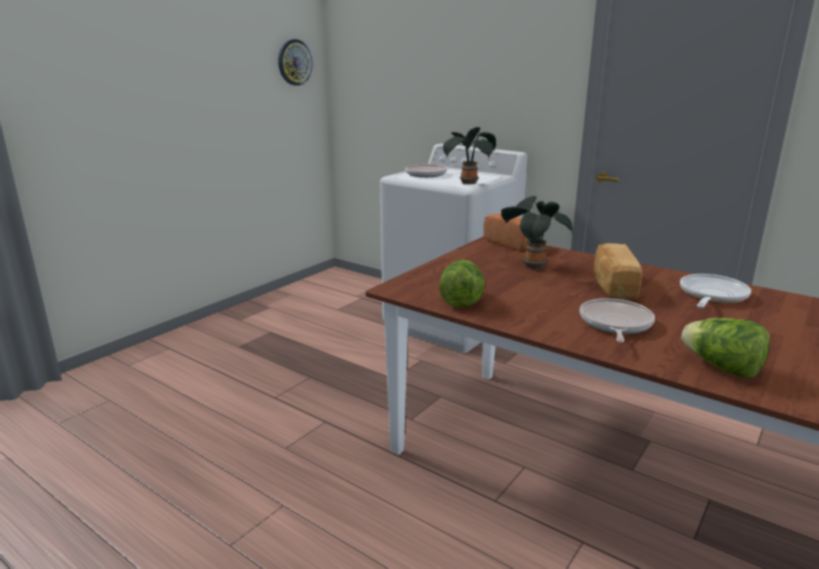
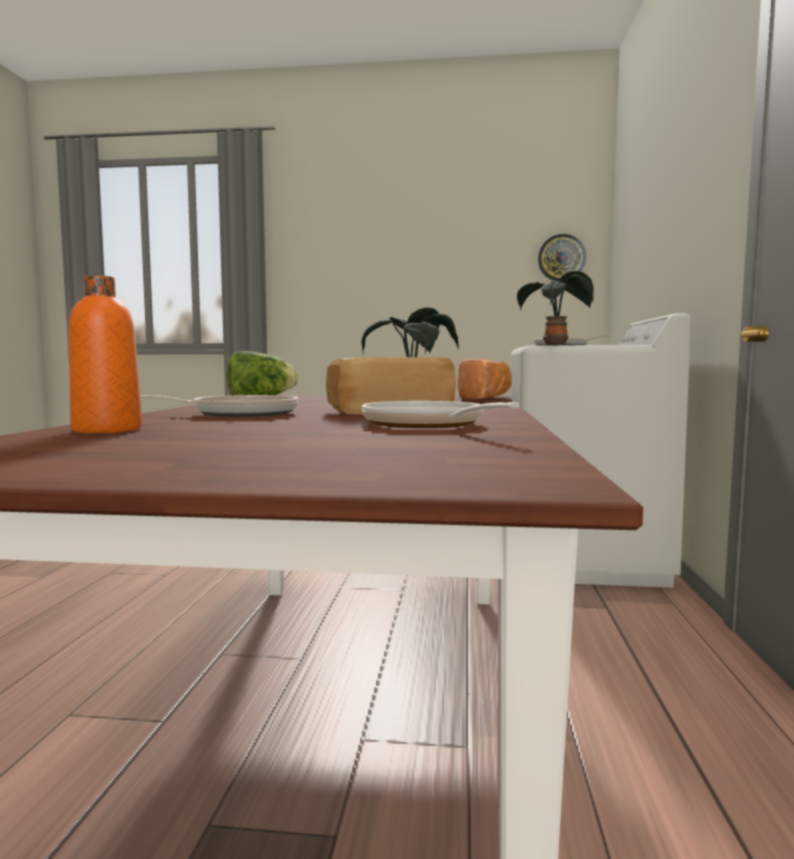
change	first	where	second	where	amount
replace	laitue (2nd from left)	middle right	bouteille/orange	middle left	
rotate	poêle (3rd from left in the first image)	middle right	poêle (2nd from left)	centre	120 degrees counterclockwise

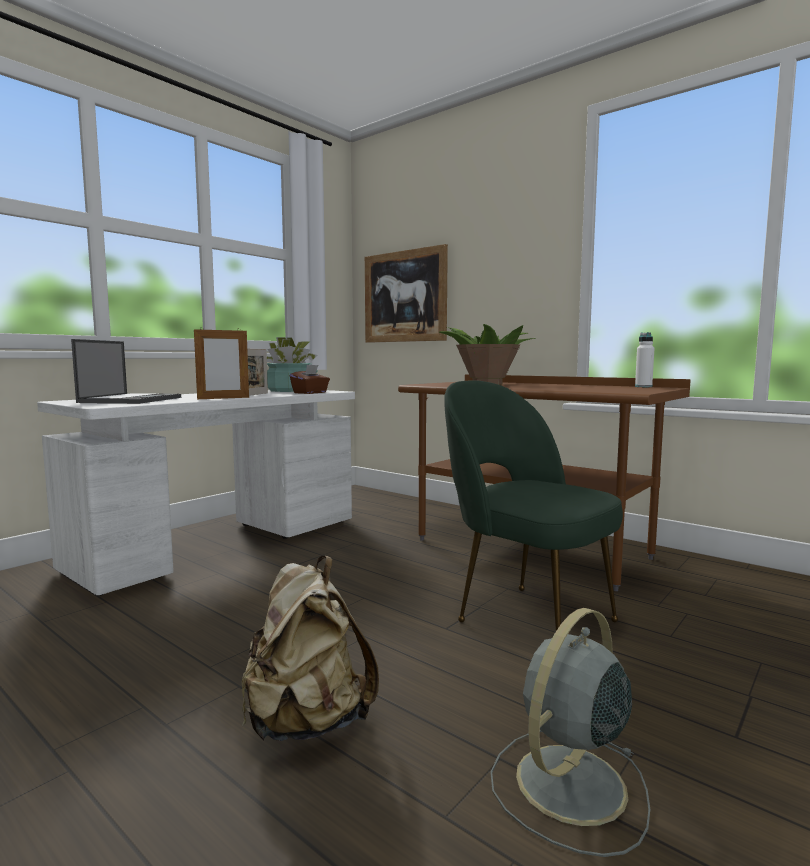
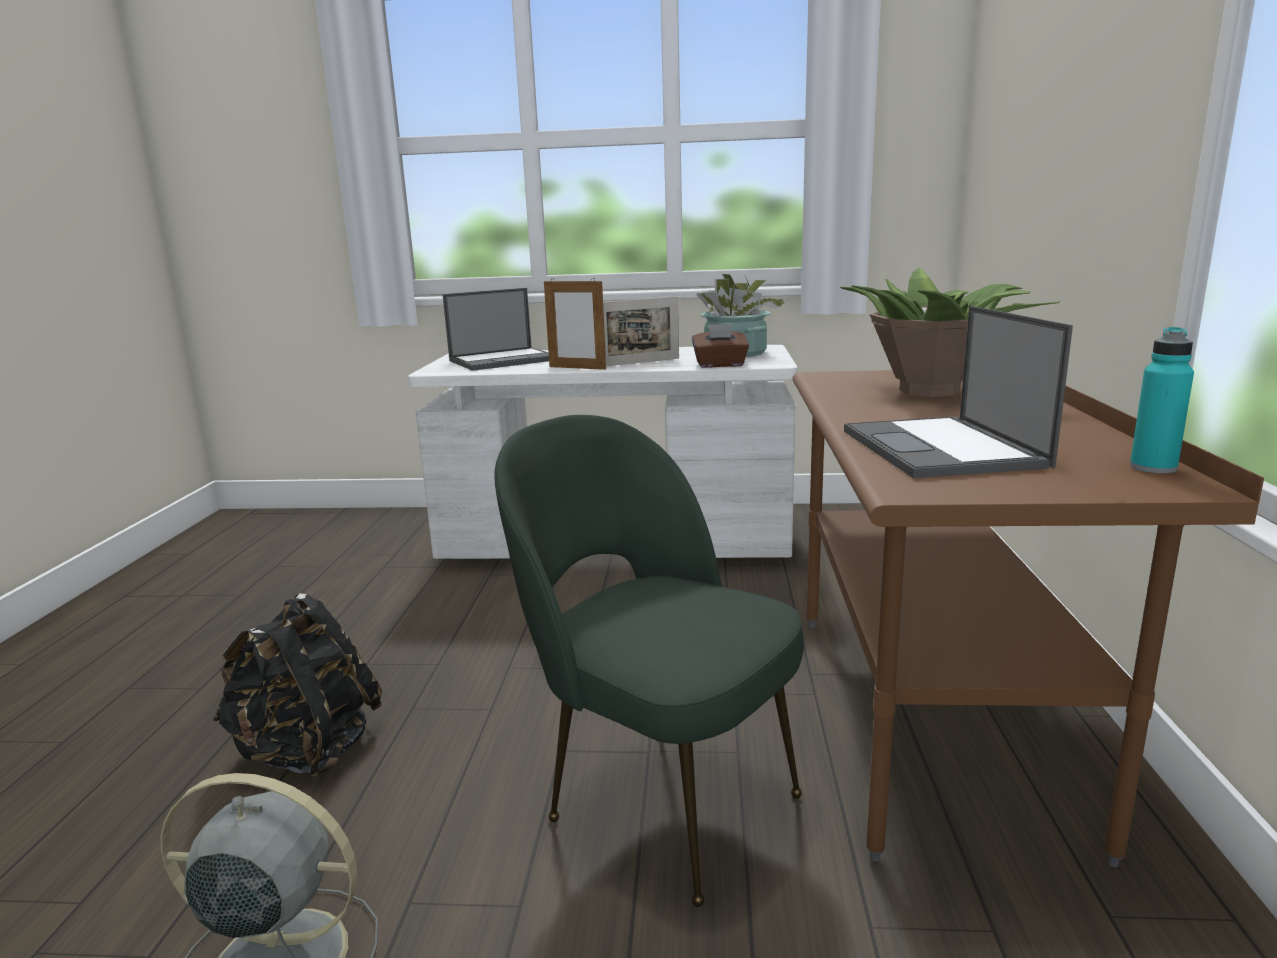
change	first	where	second	where	amount
delete	tableau	centre			
insert			ordinateur portable (2nd from left)	middle right	
recolor	sac à dos/beige	bottom centre	sac à dos/noir	bottom left	
recolor	bouteille/blanc	middle right	bouteille/turquoise	middle right	
rotate	chaise/vert	centre		bottom centre	60 degrees counterclockwise

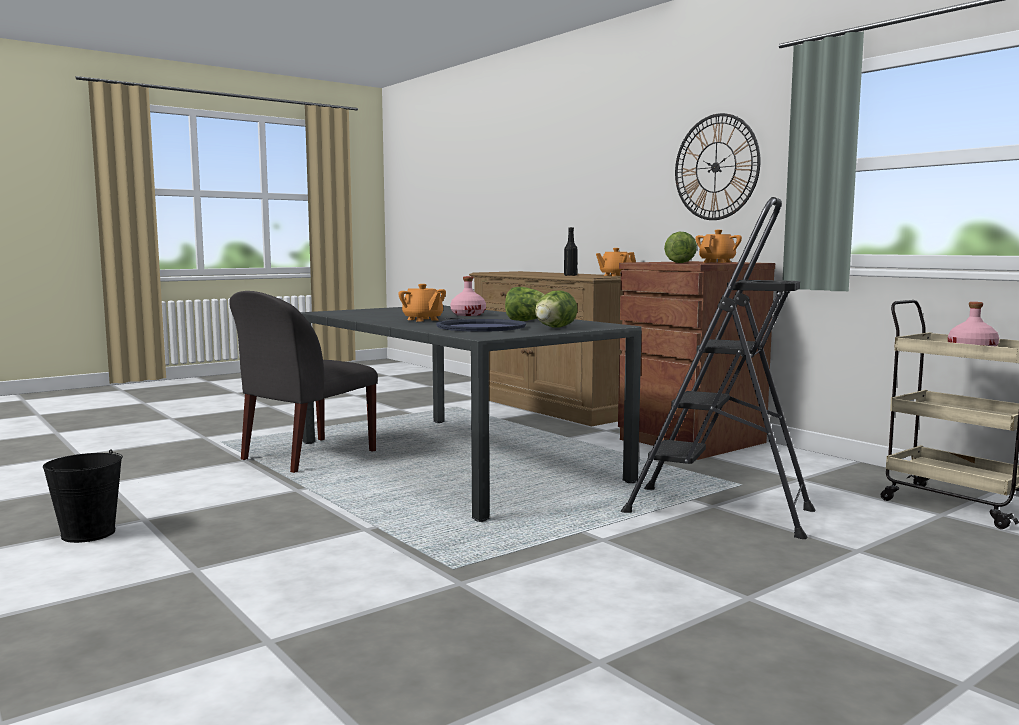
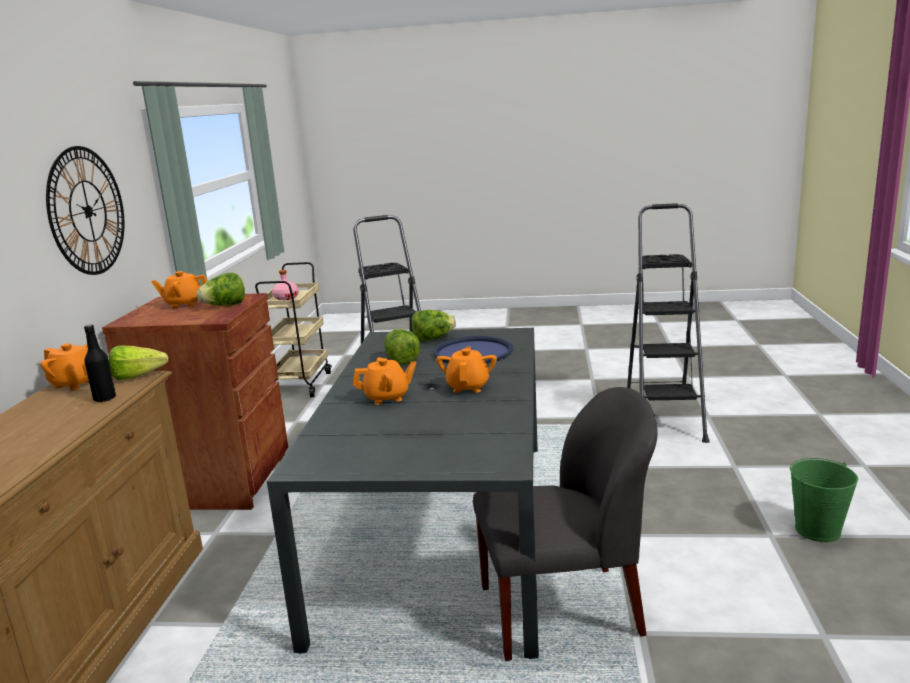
change	first	where	second	where	amount
insert			laitue (1st from left)	middle left	
insert			escabeau (2nd from left)	middle right	
replace	bouteille/rose (1st from left)	centre	théière/orange (3rd from left)	centre	
recolor	seau/noir	bottom left	seau/vert	bottom right	

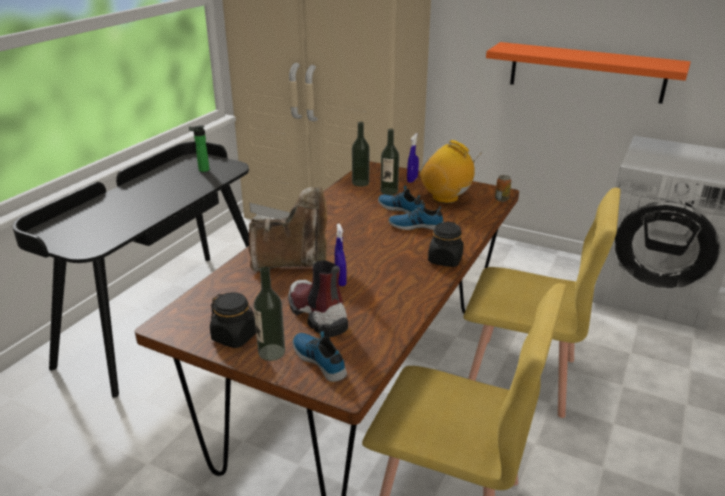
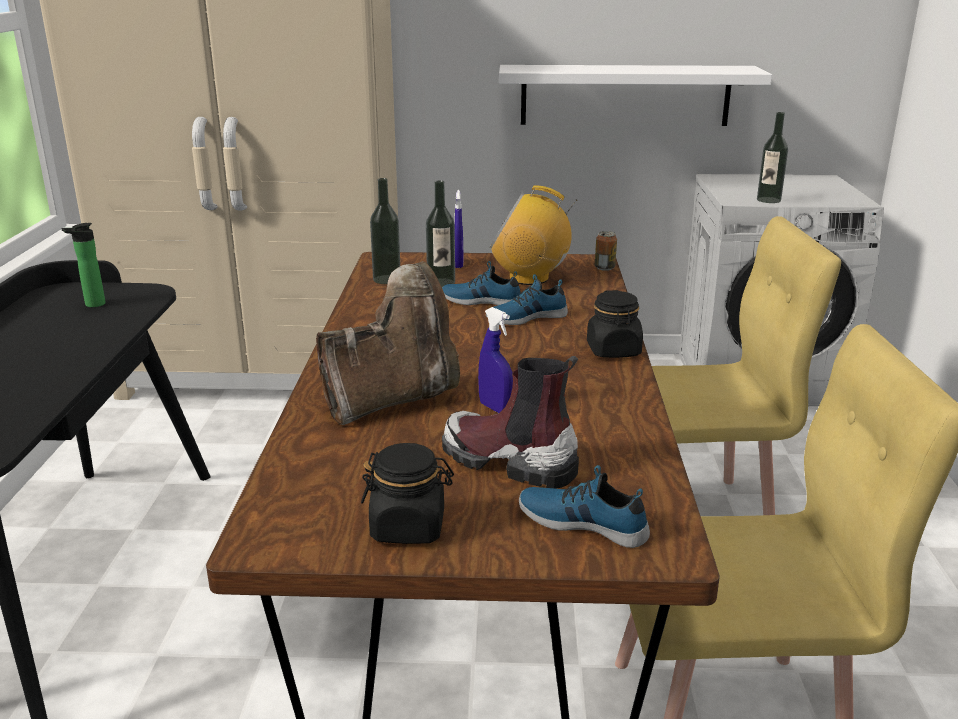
change	first	where	second	where	amount
move	bouteille (2nd from left in the first image)	centre	bouteille (4th from left)	top right	
recolor	étagère/orange	top right	étagère/blanc	top centre	

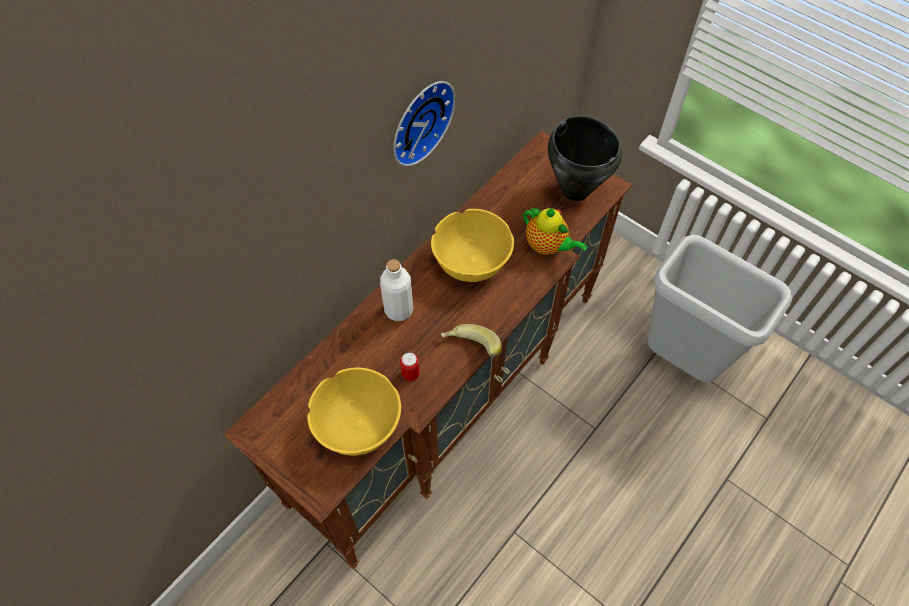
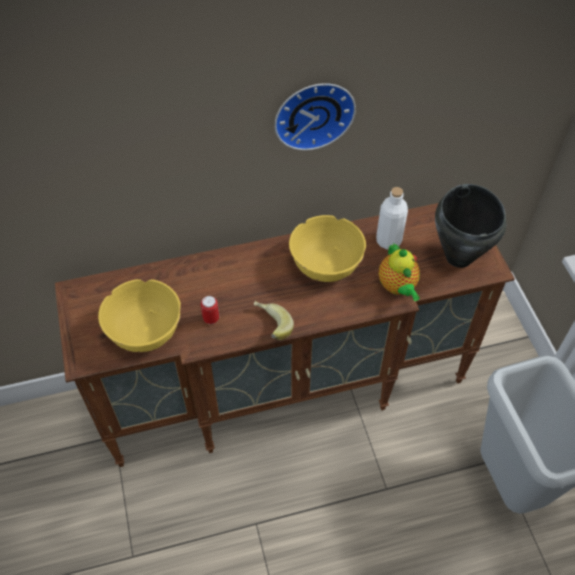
change	first	where	second	where	amount
move	bouteille/blanc	centre		middle right	

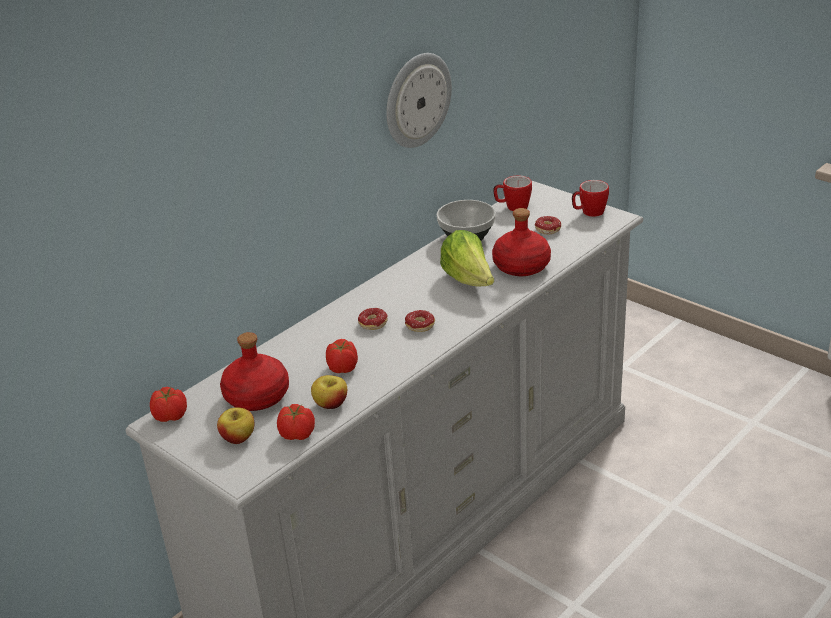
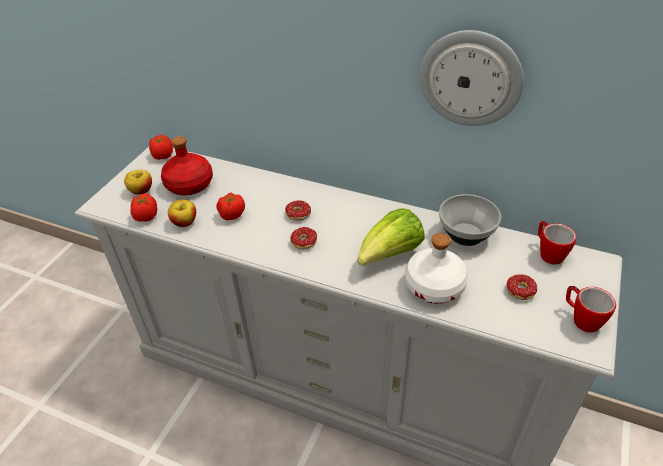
change	first	where	second	where	amount
recolor	bouteille/rouge (2nd from left)	centre	bouteille/blanc	centre	

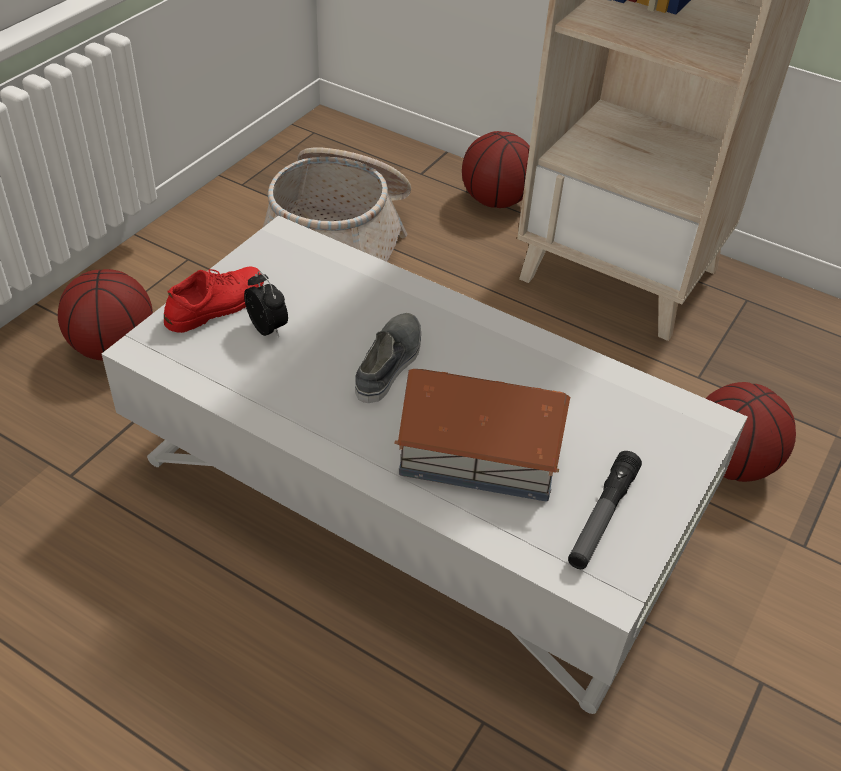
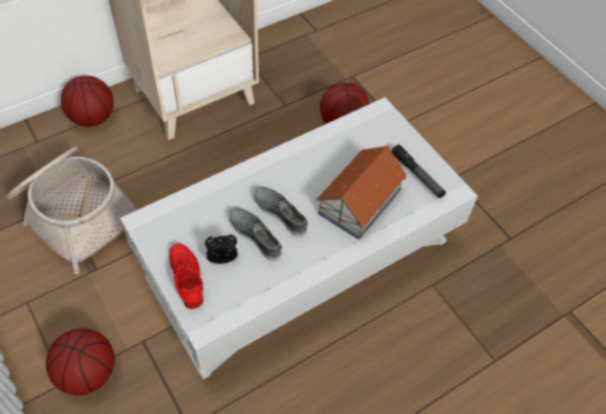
change	first	where	second	where	amount
insert			chaussure/gris (1st from left)	centre	

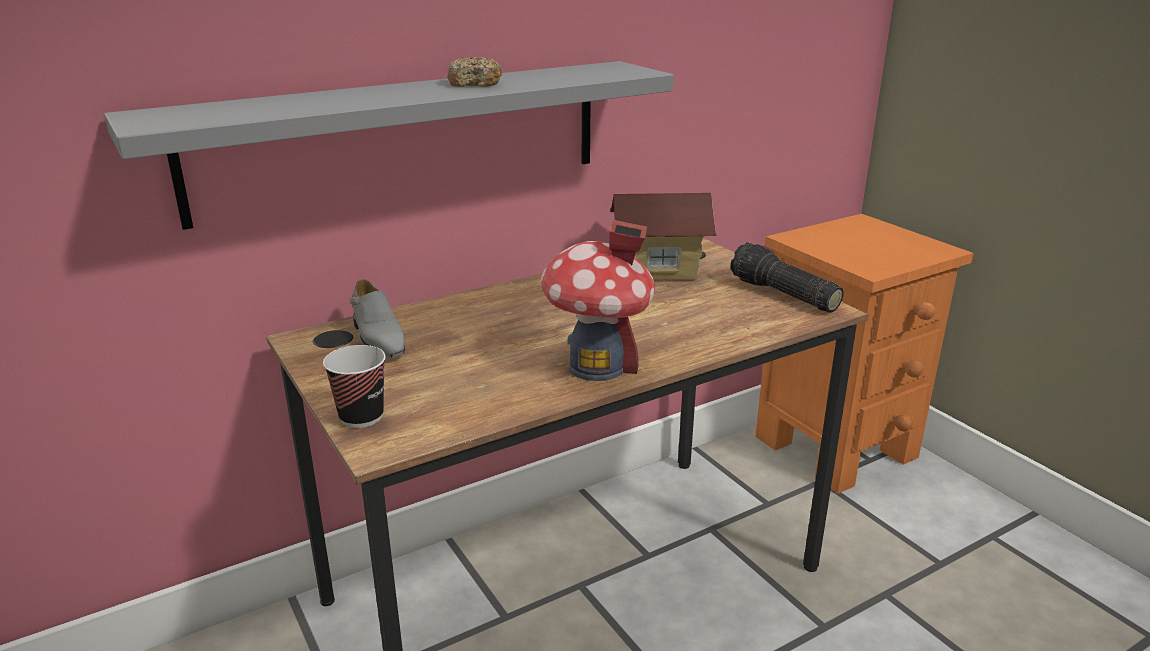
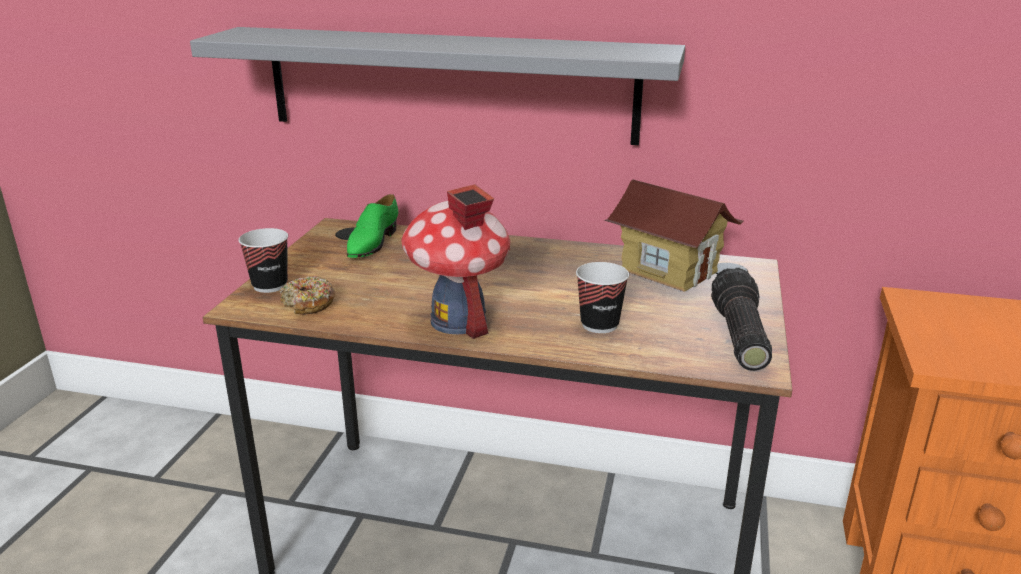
change	first	where	second	where	amount
insert			tasse (2nd from left)	centre	
move	beignet	top centre		middle left	
recolor	chaussure/gris	middle left	chaussure/vert	centre	

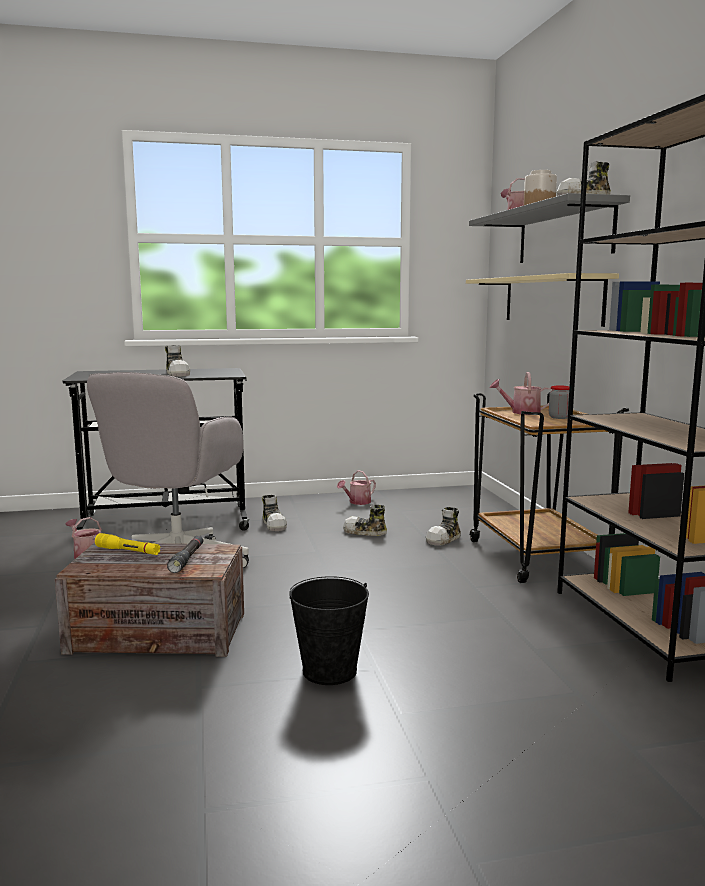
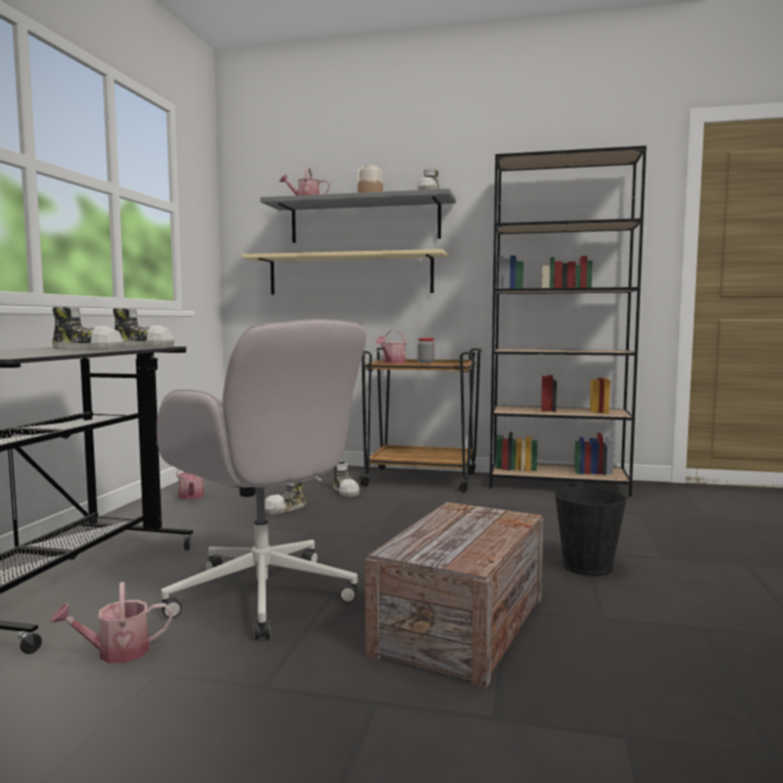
change	first	where	second	where	amount
delete	lampe de poche/jaune	middle left			
delete	lampe de poche/noir	middle left			
move	chaussure (2nd from left)	centre		middle left	

